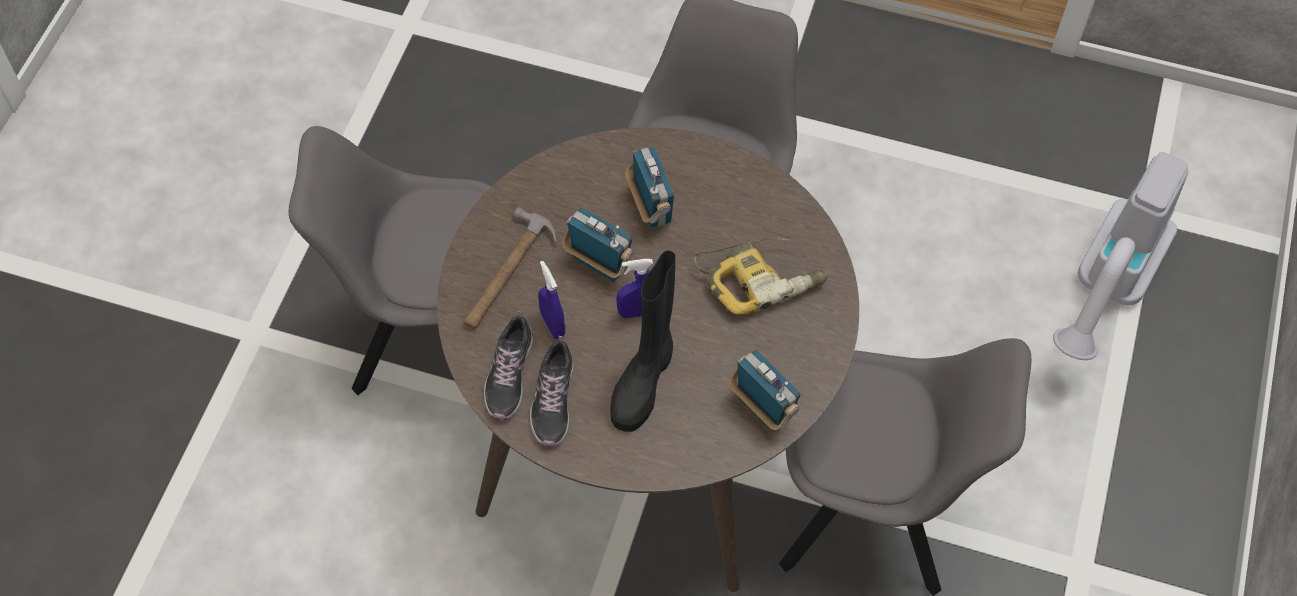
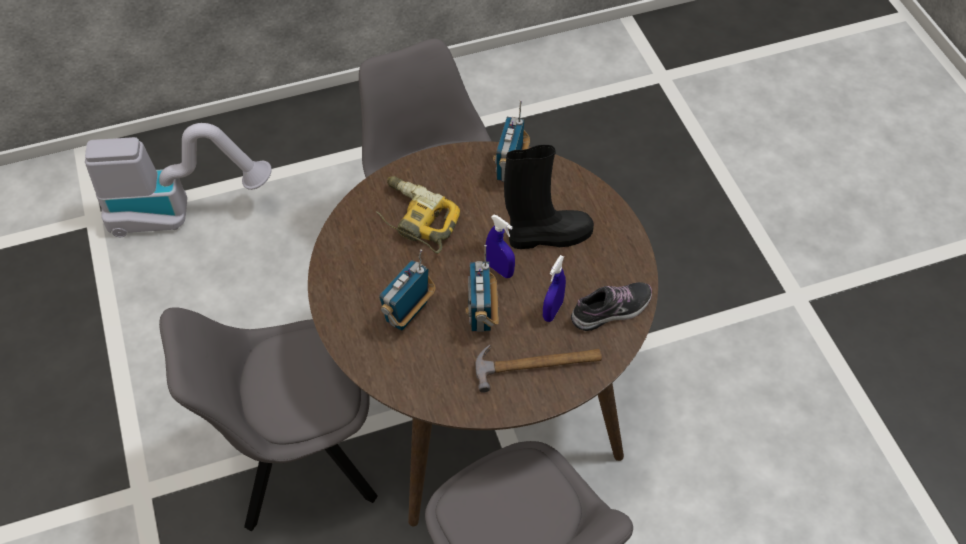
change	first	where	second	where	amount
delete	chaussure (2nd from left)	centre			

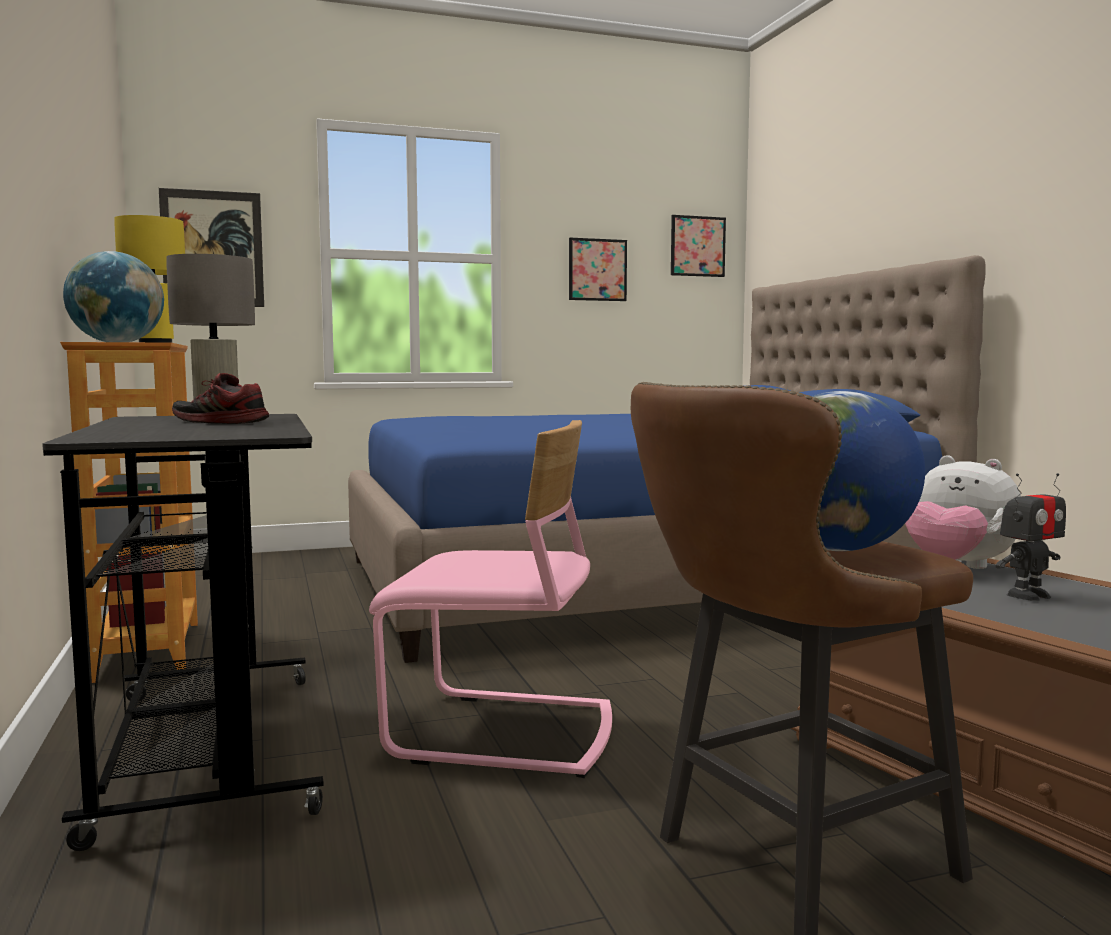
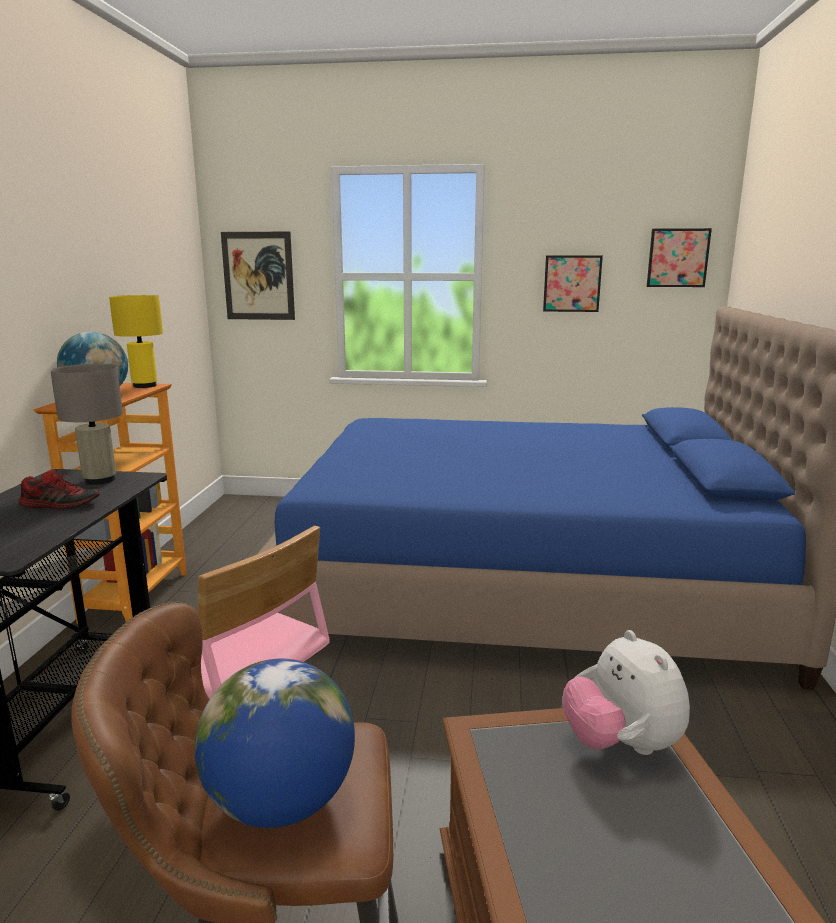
change	first	where	second	where	amount
delete	robot jouet	middle right			
rotate	chaussure	middle left		middle left	135 degrees clockwise

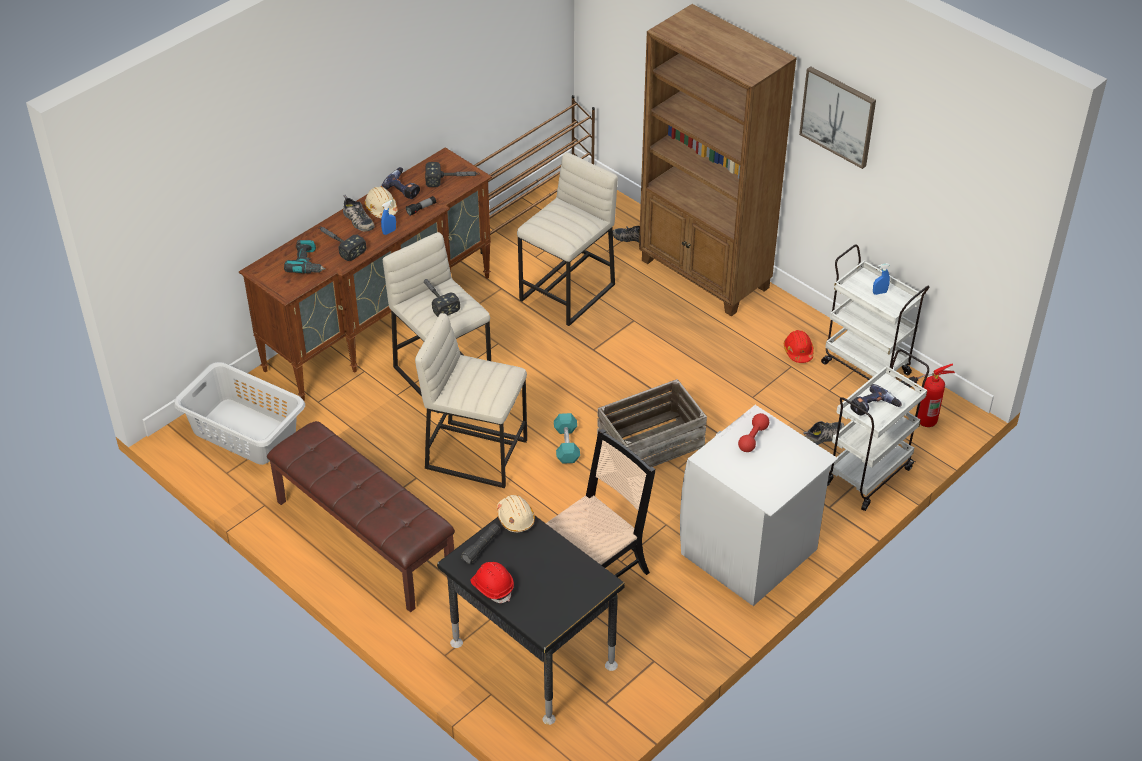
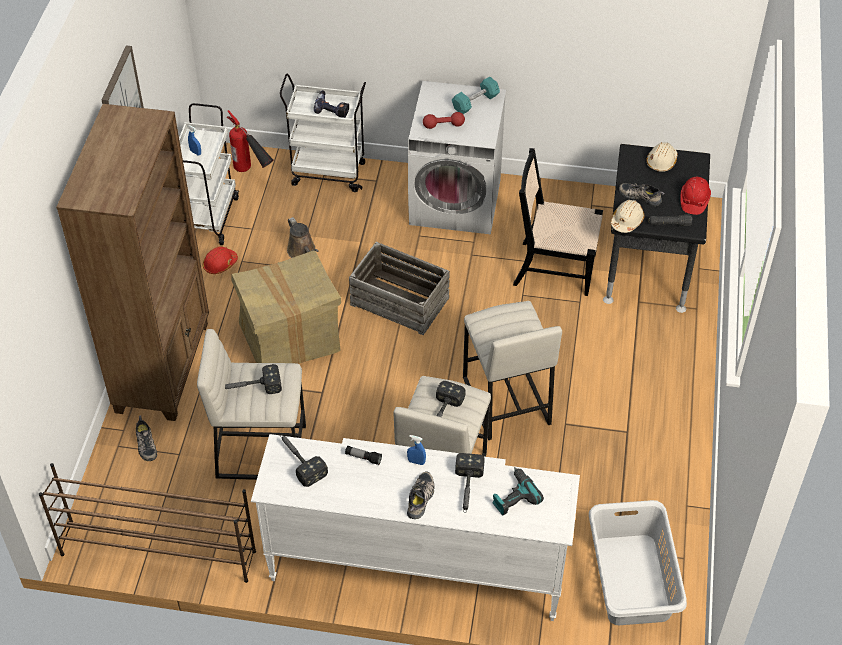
change	first	where	second	where	amount
delete	banc/marron	bottom left			
delete	perceuse (2nd from left)	top centre			
insert			marteau (1st from left)	middle left	
insert			carton	centre	
insert			arrosoir/marron	centre	
move	casque de chantier/beige (1st from left in the first image)	top centre	casque de chantier/beige (2nd from left)	top right	
move	haltère/turquoise	centre		top centre	
move	chaussure (3rd from left)	middle right		top right	
recolor	meuble de rangement/marron	middle left	meuble de rangement/blanc	bottom centre	

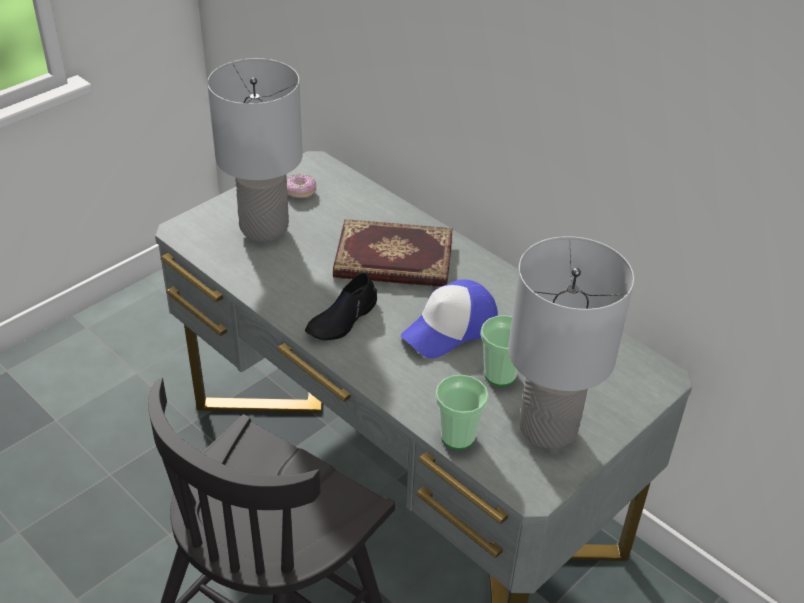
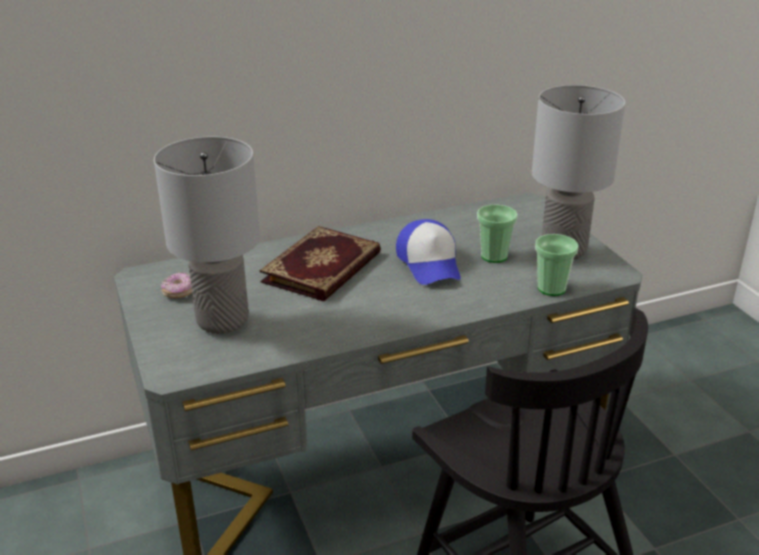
change	first	where	second	where	amount
delete	chaussure/noir	centre			

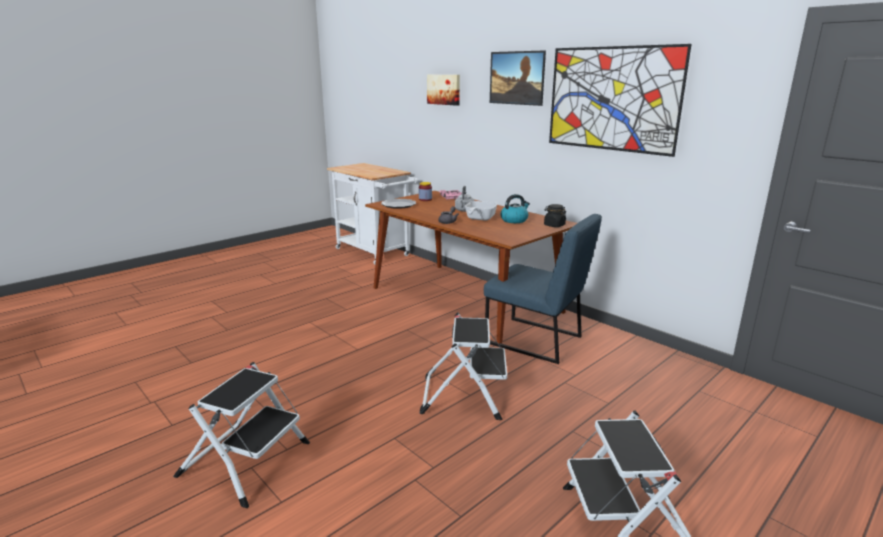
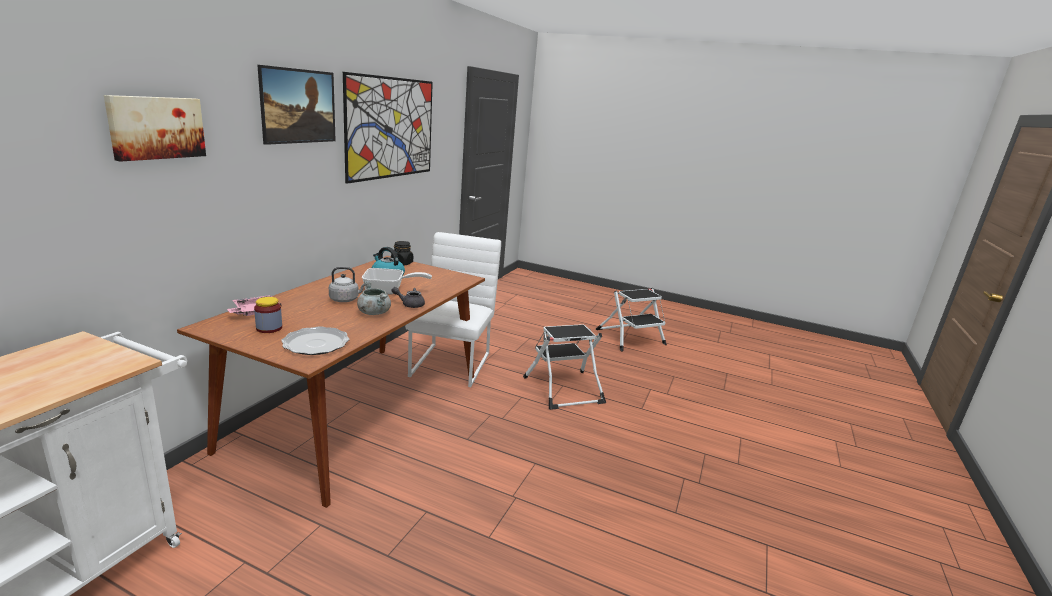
change	first	where	second	where	amount
delete	escabeau (1st from left)	bottom left			
insert			marmite/gris	centre	
recolor	chaise/bleu	centre	chaise/blanc	centre	

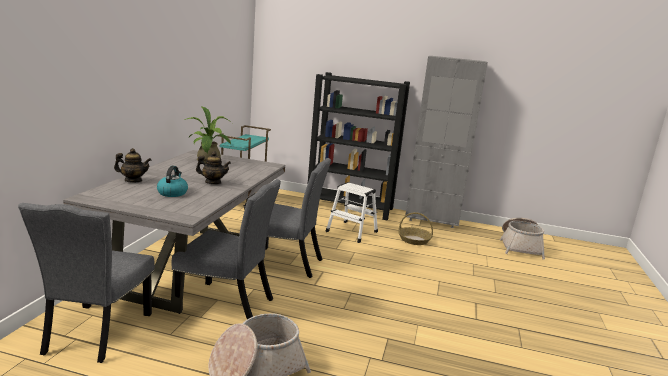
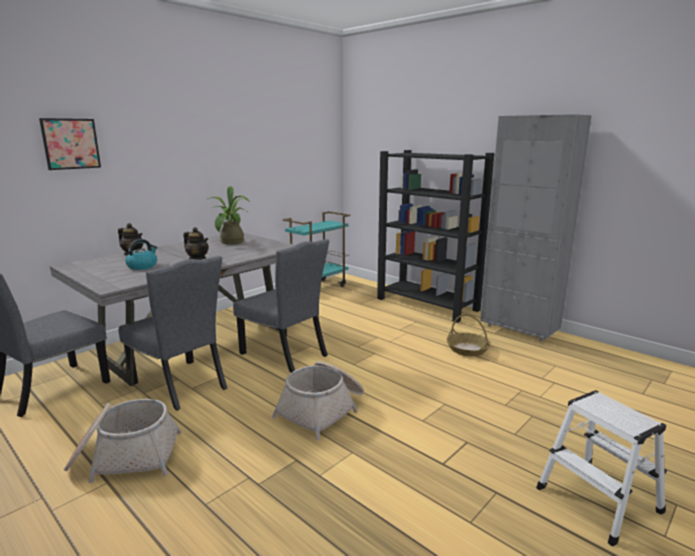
change	first	where	second	where	amount
insert			tableau	top left	
move	escabeau/blanc	centre		bottom right	
move	panier (3rd from left in the first image)	middle right	panier (2nd from left)	bottom centre	

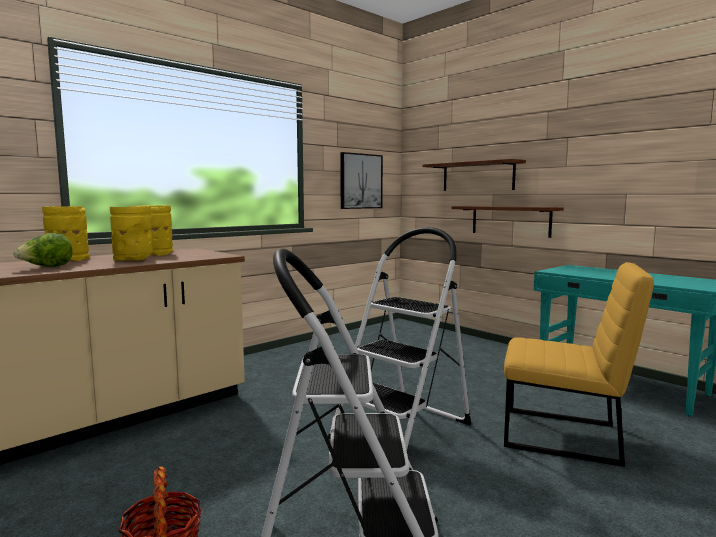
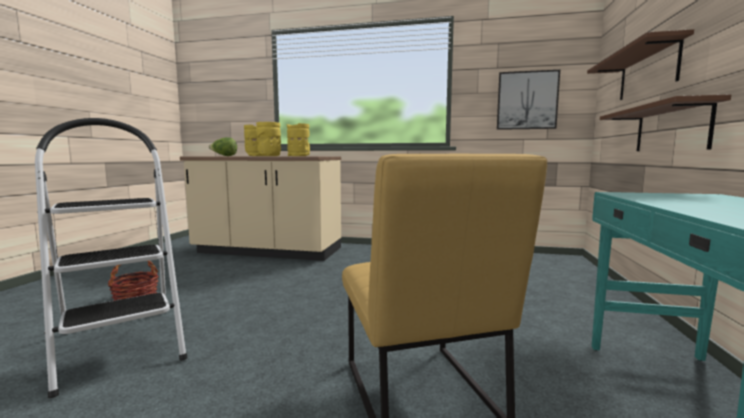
change	first	where	second	where	amount
delete	escabeau (2nd from left)	centre			

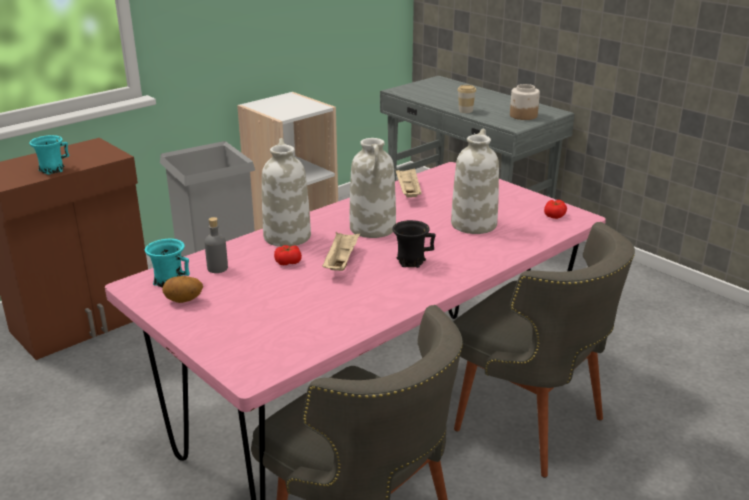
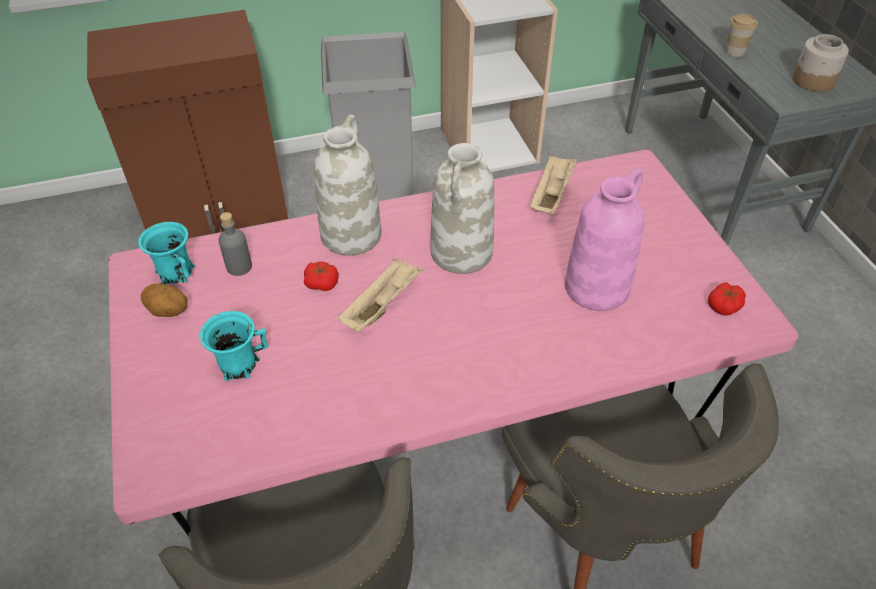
change	first	where	second	where	amount
delete	mug/noir	centre			
move	mug/turquoise (1st from left in the first image)	top left	mug/turquoise (2nd from left)	middle left	
recolor	vase/blanc (3rd from left)	centre	vase/rose	middle right	

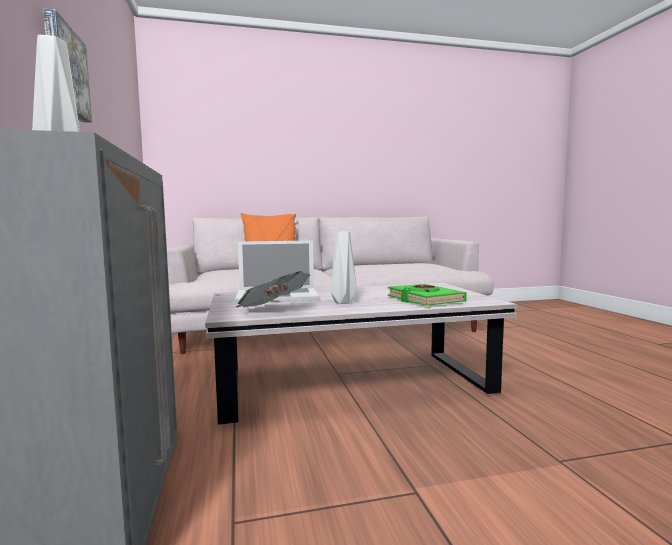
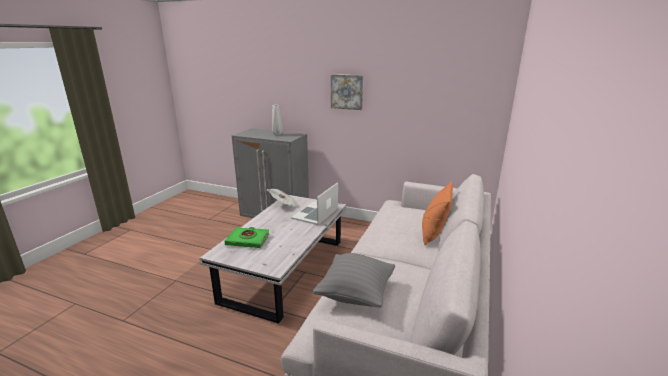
change	first	where	second	where	amount
delete	vase/gris (2nd from left)	centre			
insert			coussin/gris	bottom centre	

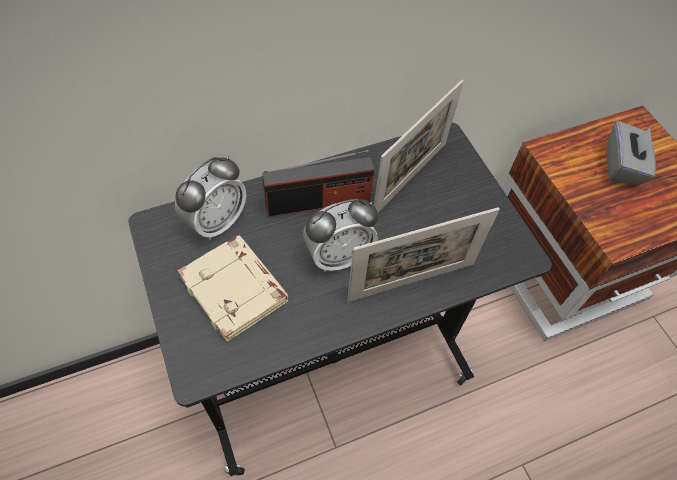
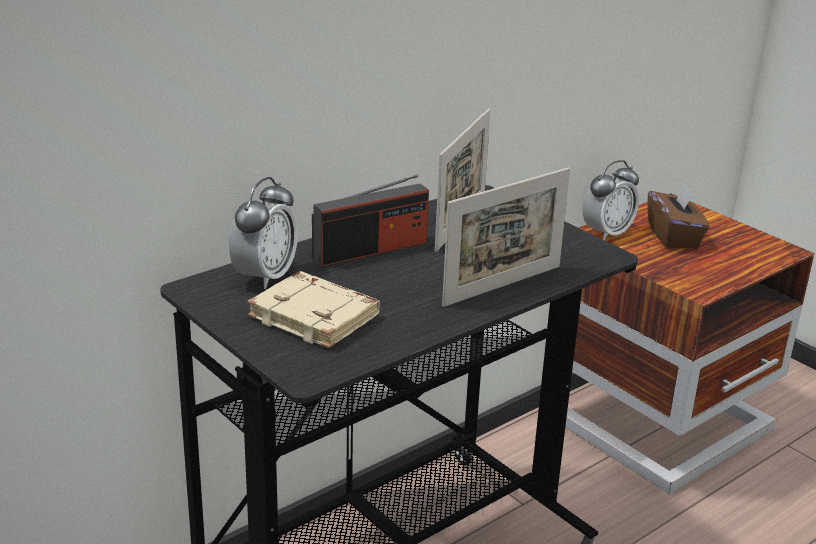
change	first	where	second	where	amount
move	réveil (2nd from left)	centre		middle right	
recolor	boîte à mouchoirs/gris	top right	boîte à mouchoirs/marron	middle right	

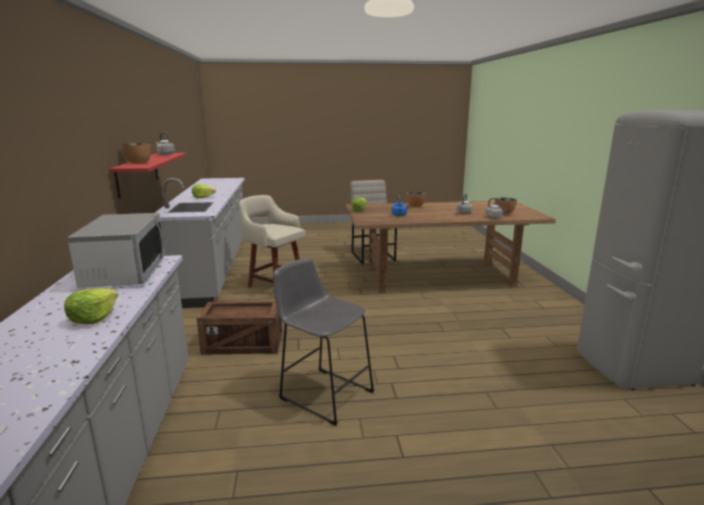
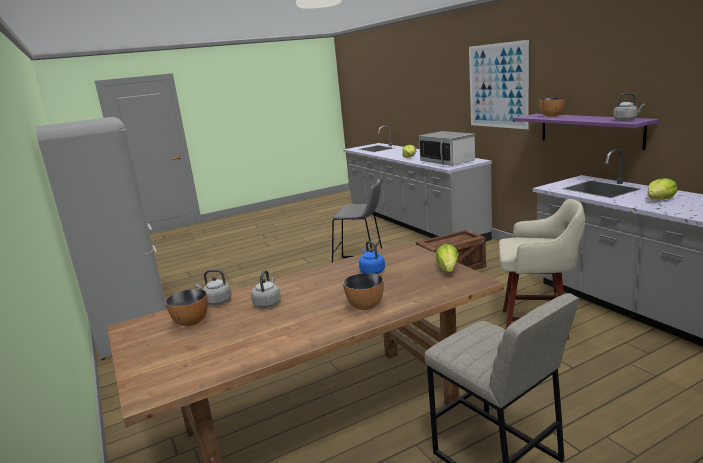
change	first	where	second	where	amount
insert			tableau	top right	
recolor	étagère/rouge	middle left	étagère/violet	top right	

